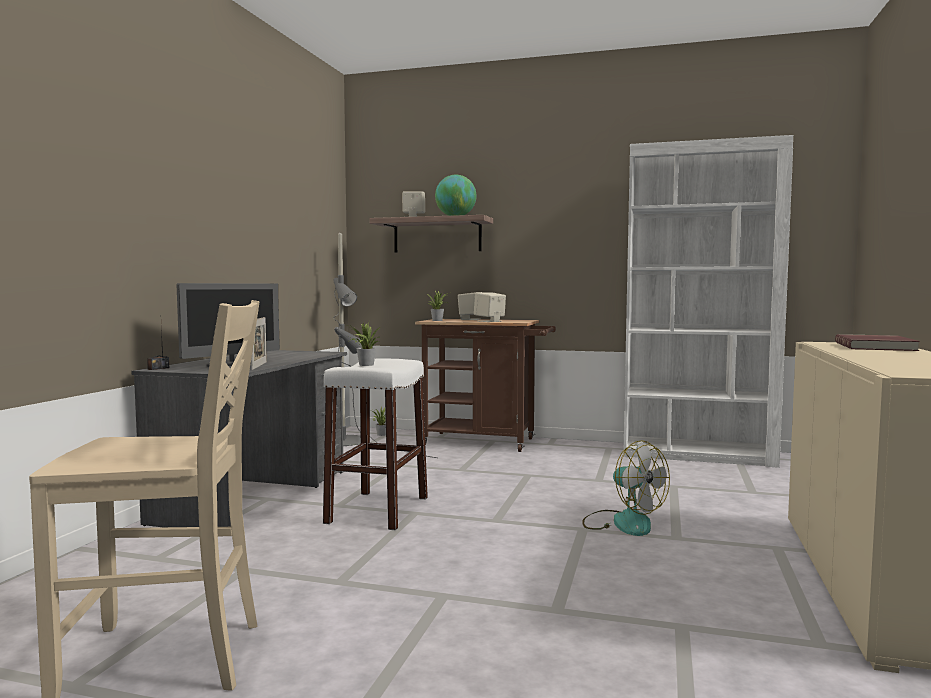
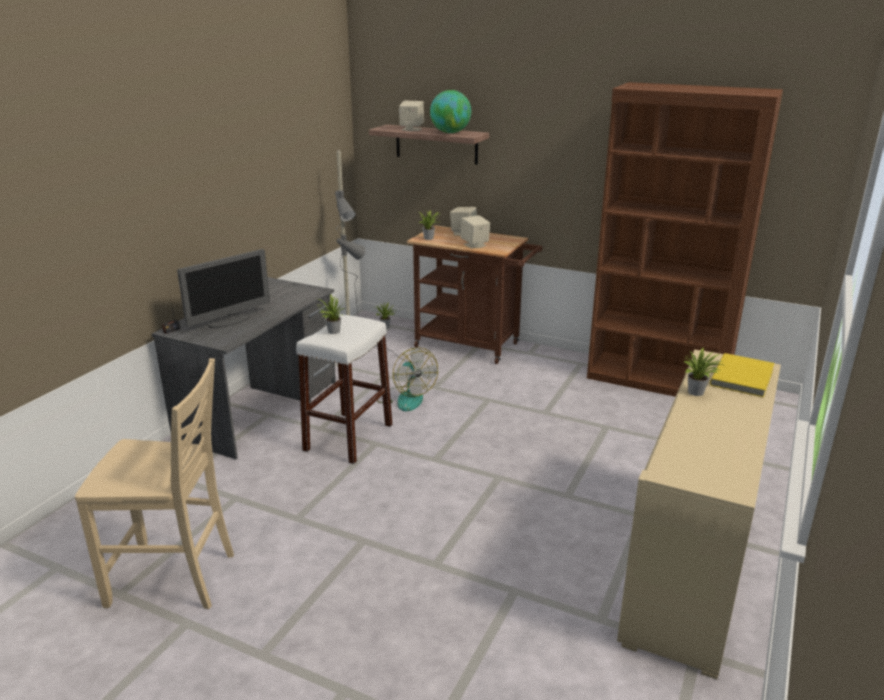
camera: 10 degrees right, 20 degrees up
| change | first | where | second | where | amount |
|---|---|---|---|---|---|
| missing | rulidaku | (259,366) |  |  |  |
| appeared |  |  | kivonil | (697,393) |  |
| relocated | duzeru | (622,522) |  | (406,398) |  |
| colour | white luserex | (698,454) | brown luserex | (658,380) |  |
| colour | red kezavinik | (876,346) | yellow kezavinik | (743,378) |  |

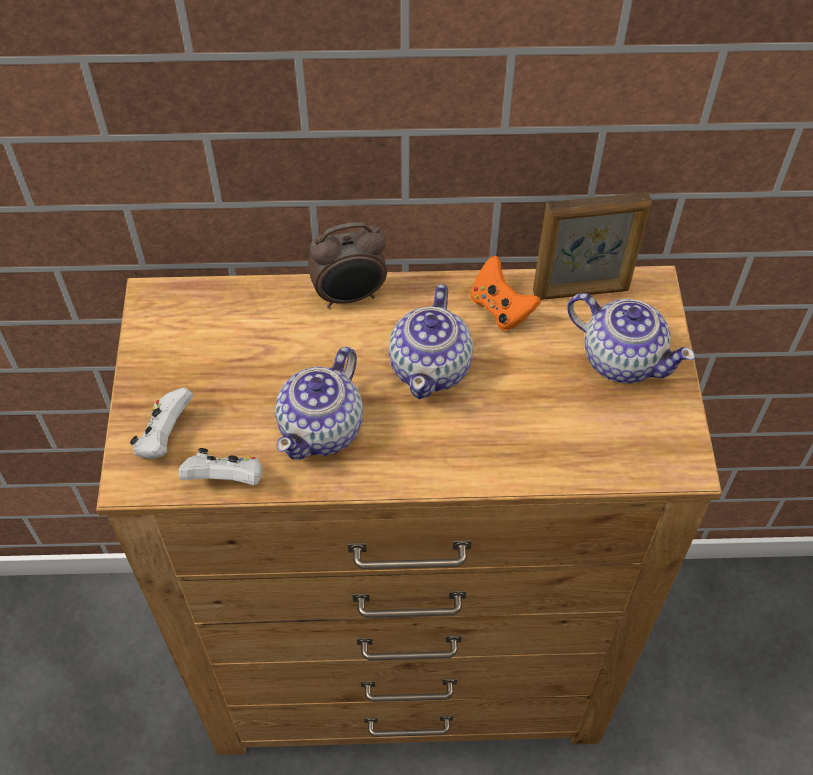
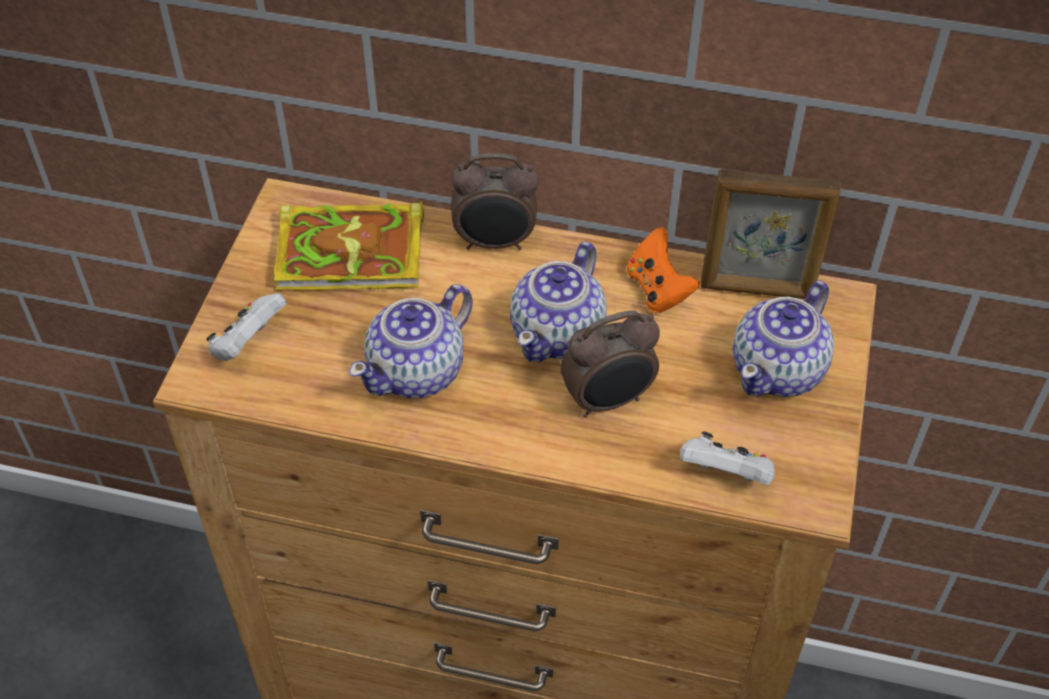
camera: 15 degrees right, 5 degrees down
| change | first | where | second | where | amount |
|---|---|---|---|---|---|
| appeared |  |  | kezavinik | (354,251) |  |
| appeared |  |  | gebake | (608,401) |  |
| relocated | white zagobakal | (226,480) |  | (725,475) |  |
| spun | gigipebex | (621,358) |  | (779,370) | 75 degrees clockwise |

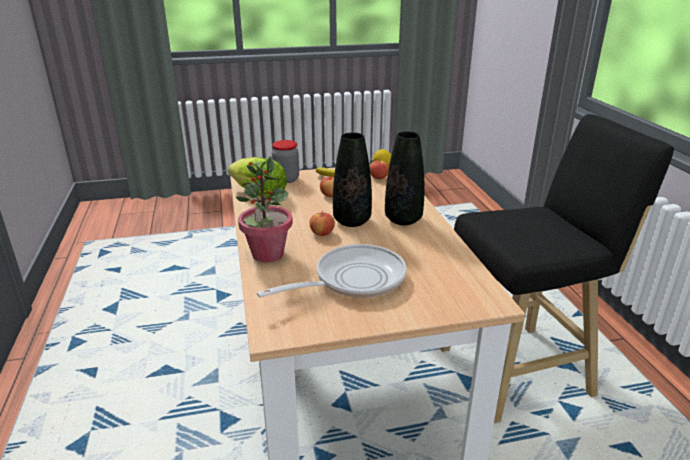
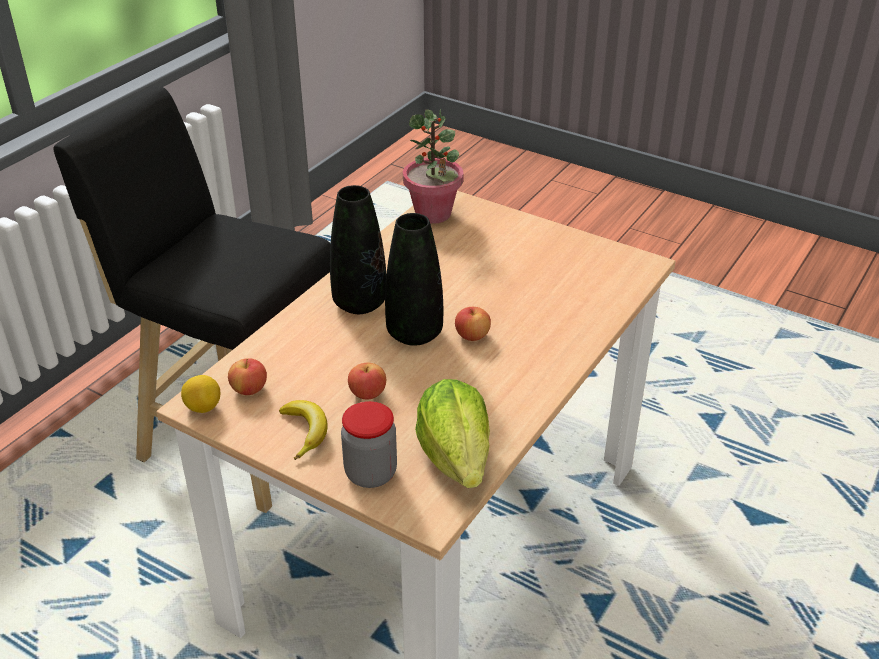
camera: 135 degrees left, 10 degrees up
| change | first | where | second | where | amount |
|---|---|---|---|---|---|
| missing | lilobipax | (352,280) |  |  |  |
| relocated | kivonil | (267,254) |  | (433,214) |  |

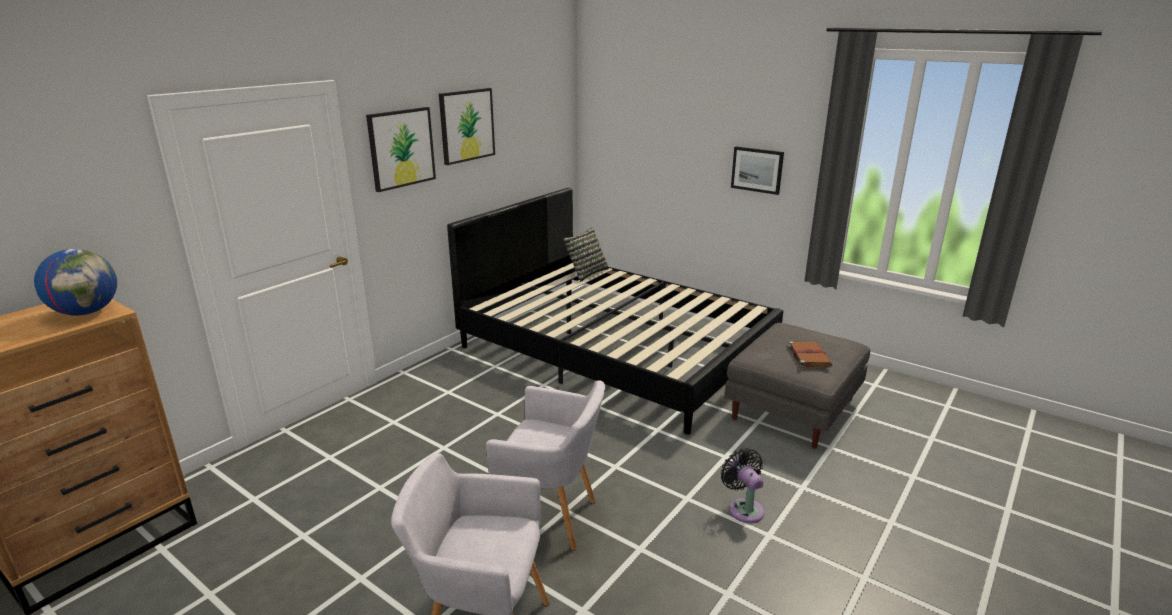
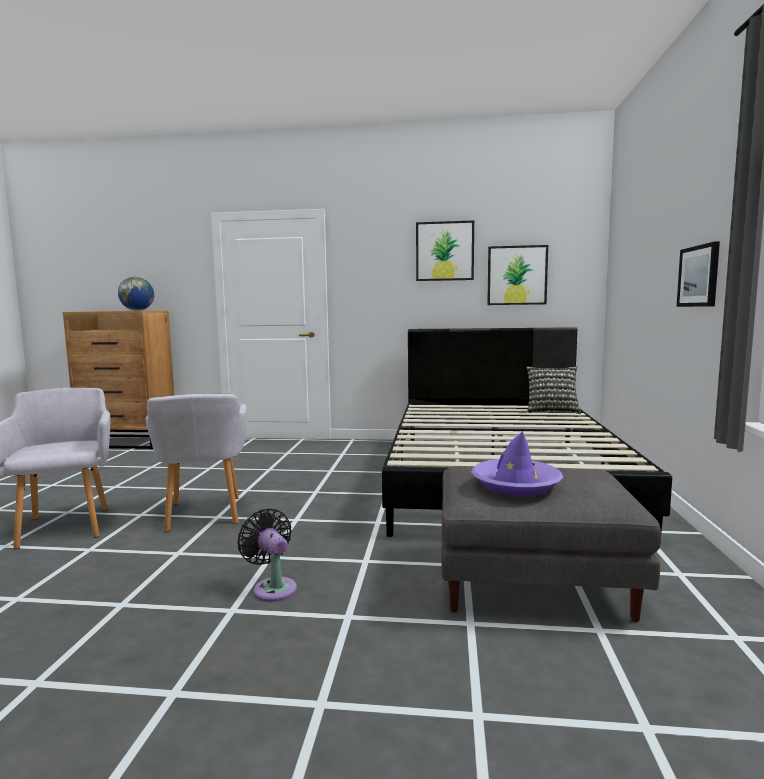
camera: 60 degrees right, 15 degrees down
| change | first | where | second | where | amount |
|---|---|---|---|---|---|
| relocated | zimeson | (401,148) |  | (517,275) |  |
| exchanged | brown kezavinik | (808,356) | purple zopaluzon | (515,485) |  |
| spun | black duzeru | (744,508) |  | (273,588) | 75 degrees counterclockwise |

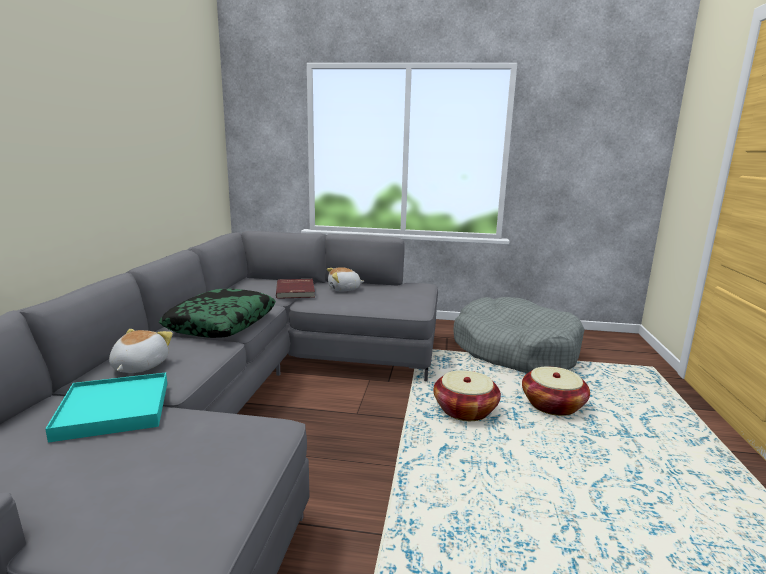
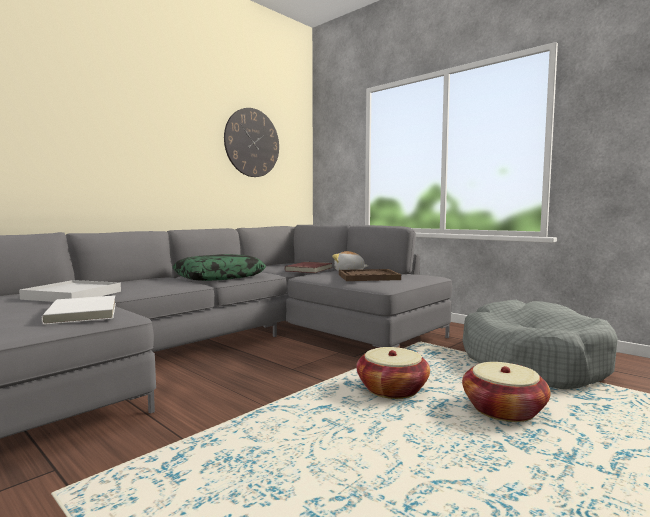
camera: 35 degrees right, 10 degrees down
| change | first | where | second | where | amount |
|---|---|---|---|---|---|
| missing | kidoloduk | (139,366) |  |  |  |
| appeared |  |  | white kezavinik | (84,313) |  |
| appeared |  |  | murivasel | (252,143) |  |
| appeared |  |  | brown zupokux | (368,277) |  |
| colour | turquoise zupokux | (114,409) | white zupokux | (72,295) |  |

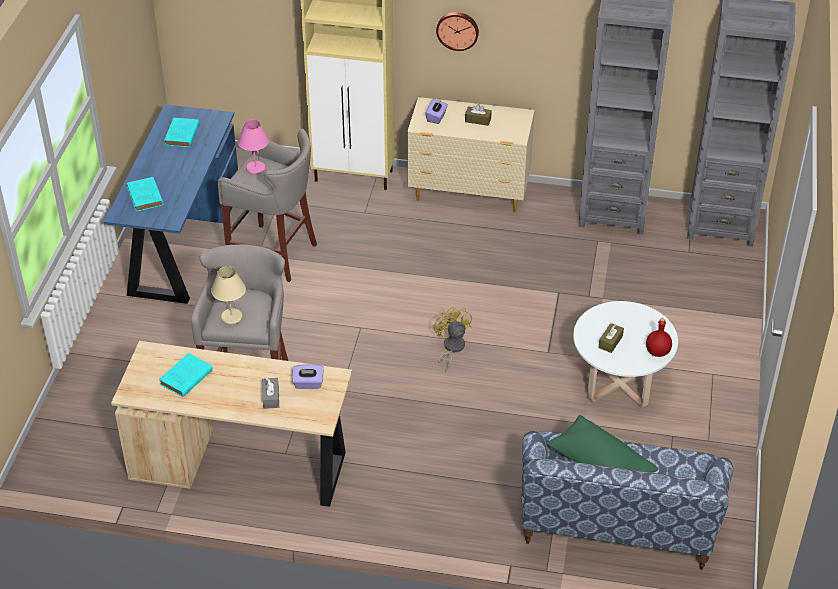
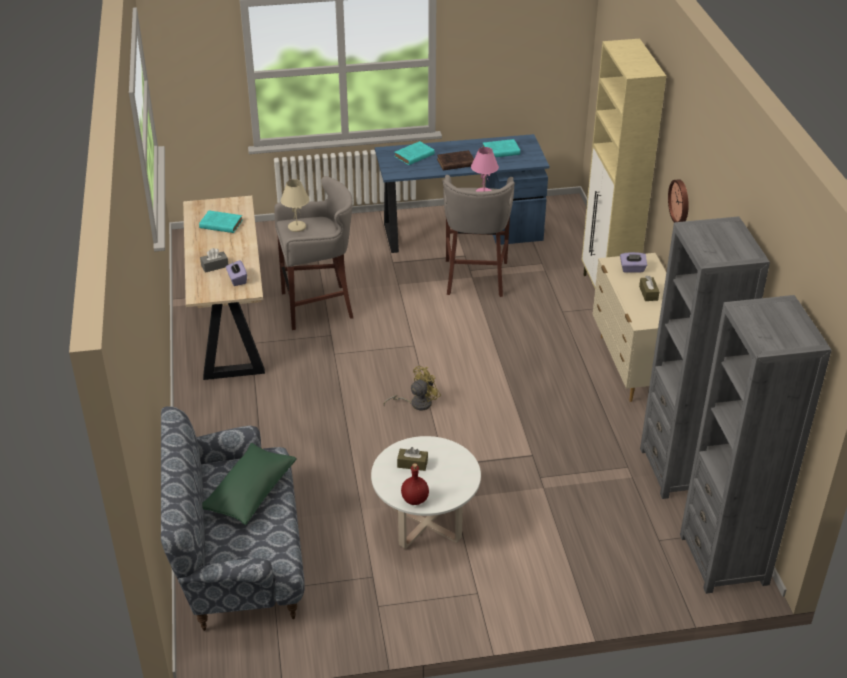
camera: 70 degrees right, 5 degrees down
| change | first | where | second | where | amount |
|---|---|---|---|---|---|
| appeared |  |  | brown kezavinik | (455,163) |  |

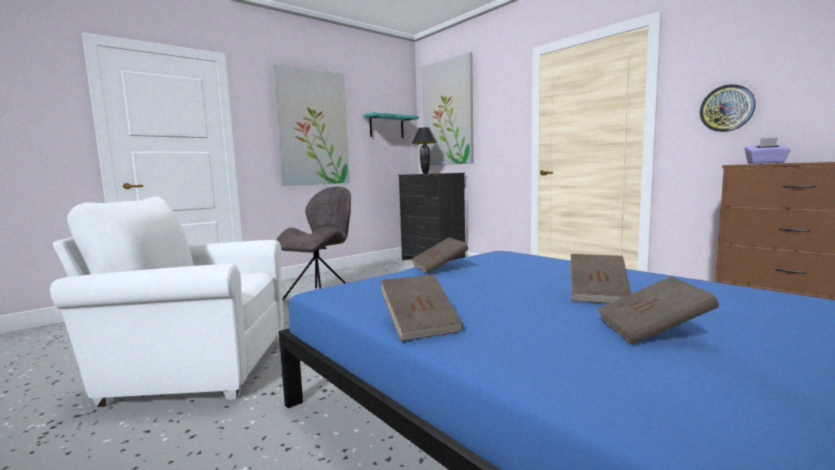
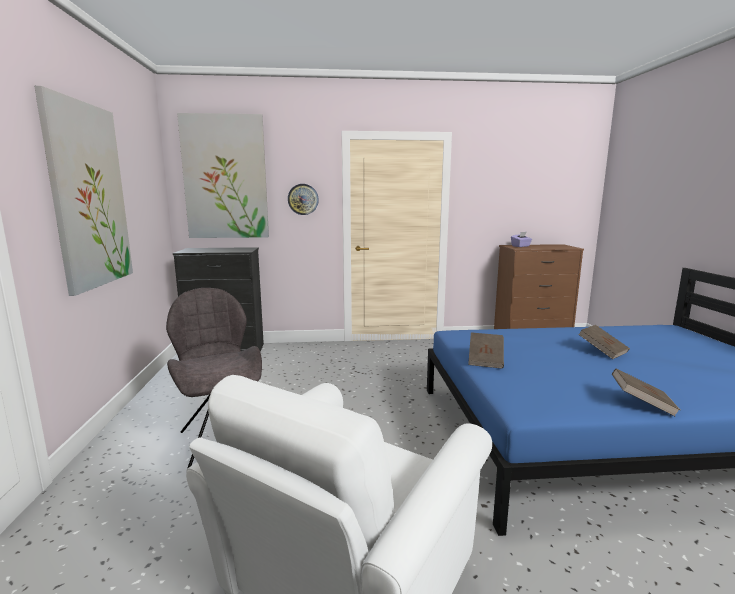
camera: 55 degrees left, 5 degrees up
| change | first | where | second | where | amount |
|---|---|---|---|---|---|
| missing | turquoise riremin | (386,126) |  |  |  |
| missing | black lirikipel | (425,173) |  |  |  |
| missing | brown kezavinik | (652,331) |  |  |  |
| relocated | murivasel | (727,108) |  | (303,199) |  |

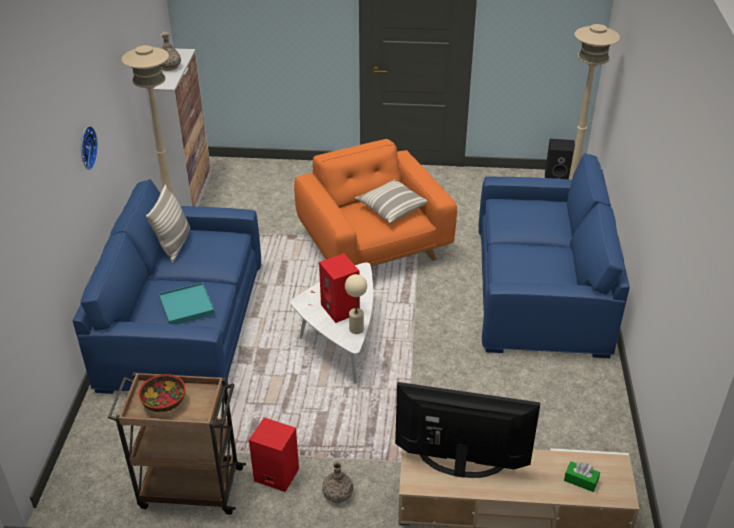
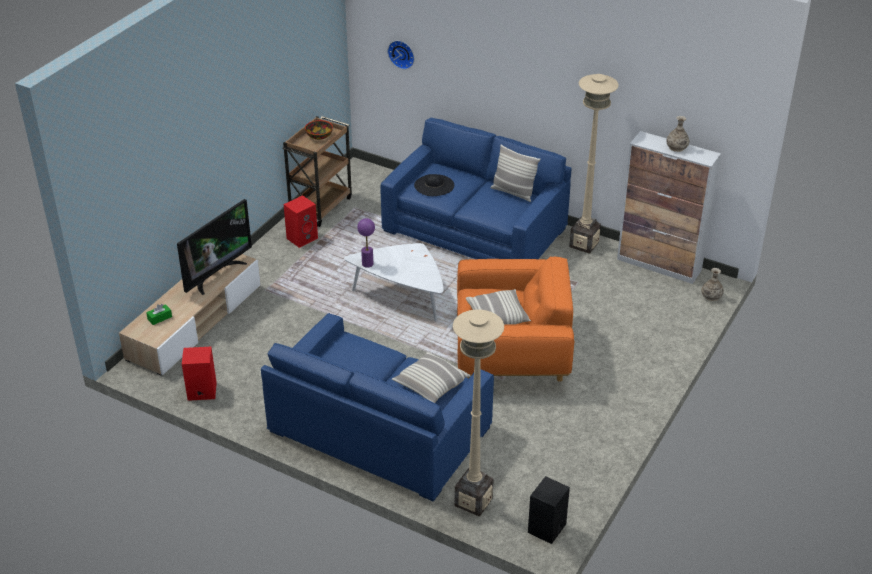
camera: 115 degrees right, 0 degrees up
| change | first | where | second | where | amount |
|---|---|---|---|---|---|
| appeared |  |  | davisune | (430,385) |  |
| relocated | murivasel | (86,147) |  | (402,53) |  |
| relocated | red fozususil | (341,309) |  | (201,392) |  |
| relocated | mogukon | (338,494) |  | (711,296) |  |
| exchanged | turquoise zupokux | (187,306) | black zopaluzon | (434,185) |  |
| colour | beige lirikipel | (356,329) | purple lirikipel | (367,264) |  |

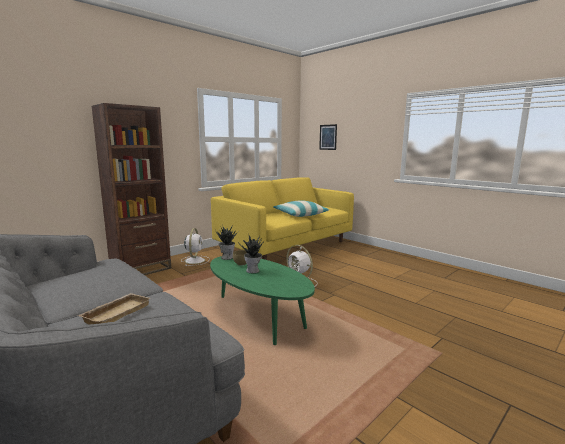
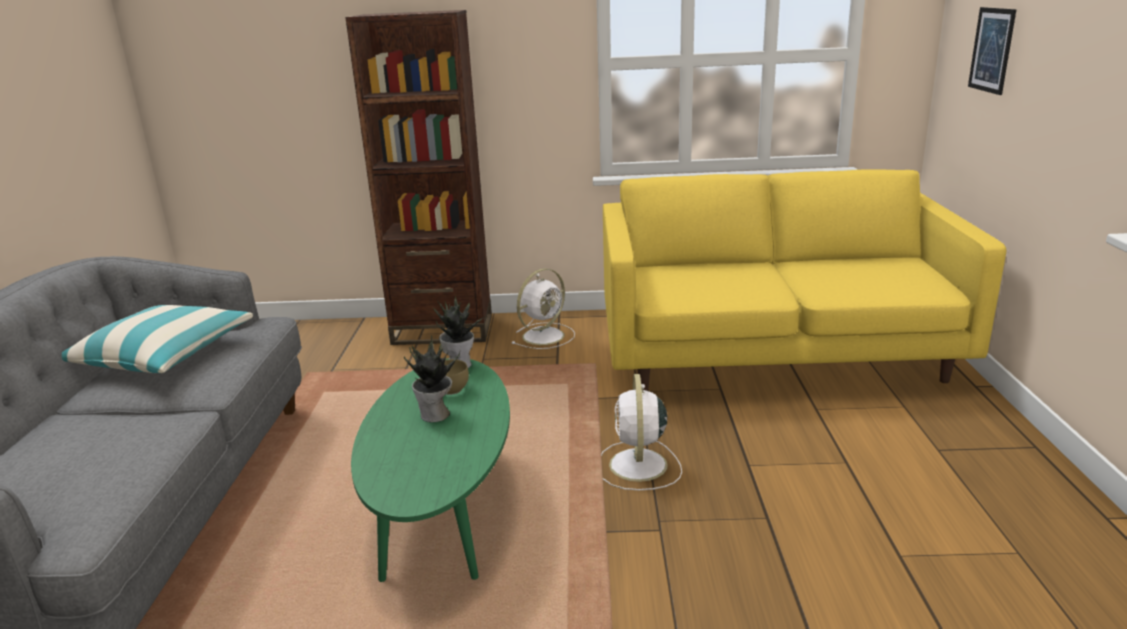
camera: 45 degrees right, 10 degrees up
| change | first | where | second | where | amount |
|---|---|---|---|---|---|
| missing | beige zupokux | (116,312) |  |  |  |
| relocated | davisune | (300,215) |  | (163,355) |  |

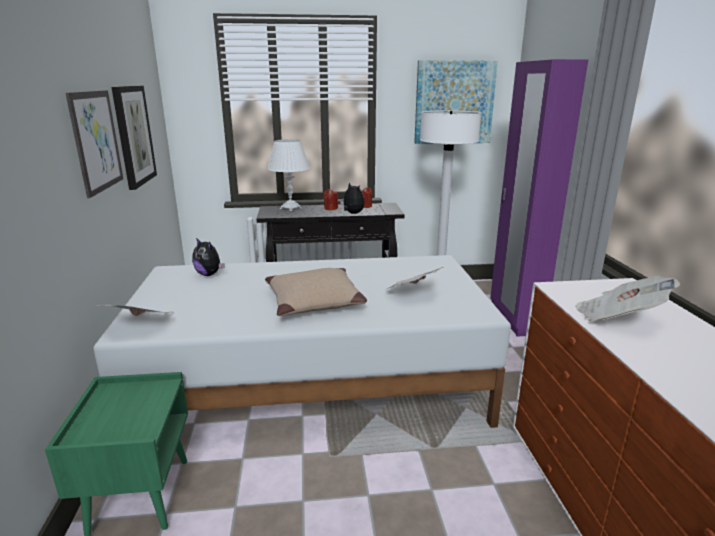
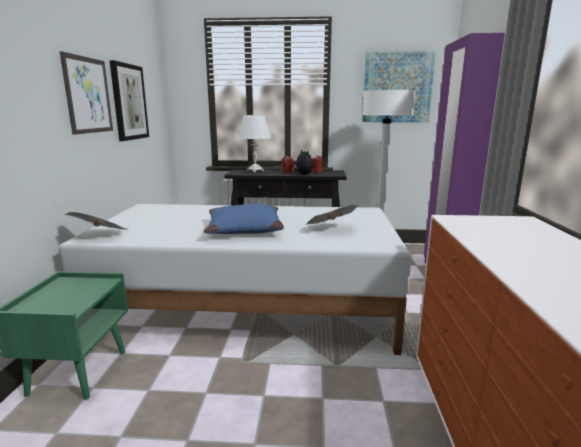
camera: 10 degrees right, 5 degrees down
| change | first | where | second | where | amount |
|---|---|---|---|---|---|
| missing | kidoloduk | (209,274) |  |  |  |
| missing | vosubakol | (618,318) |  |  |  |
| colour | beige davisune | (314,302) | blue davisune | (244,229) |  |

